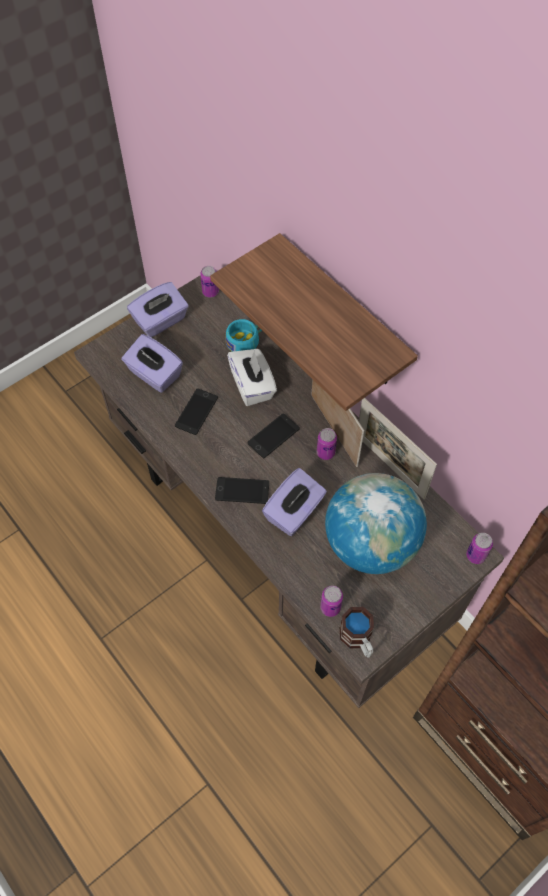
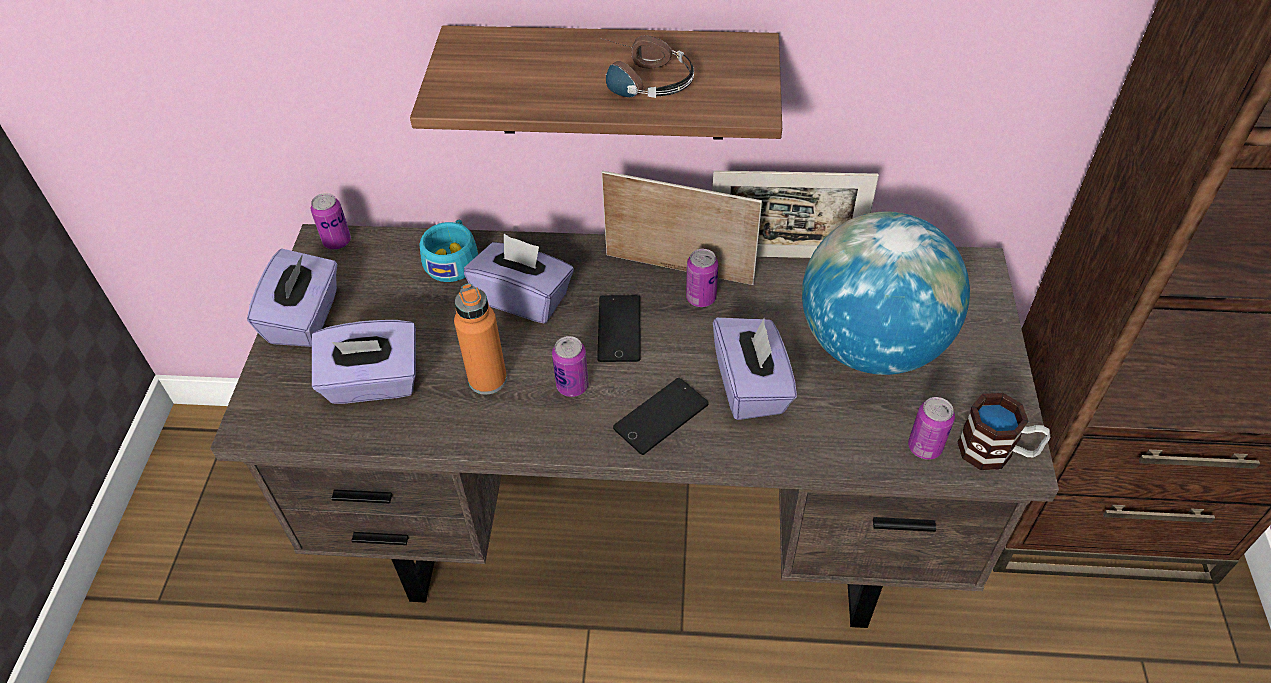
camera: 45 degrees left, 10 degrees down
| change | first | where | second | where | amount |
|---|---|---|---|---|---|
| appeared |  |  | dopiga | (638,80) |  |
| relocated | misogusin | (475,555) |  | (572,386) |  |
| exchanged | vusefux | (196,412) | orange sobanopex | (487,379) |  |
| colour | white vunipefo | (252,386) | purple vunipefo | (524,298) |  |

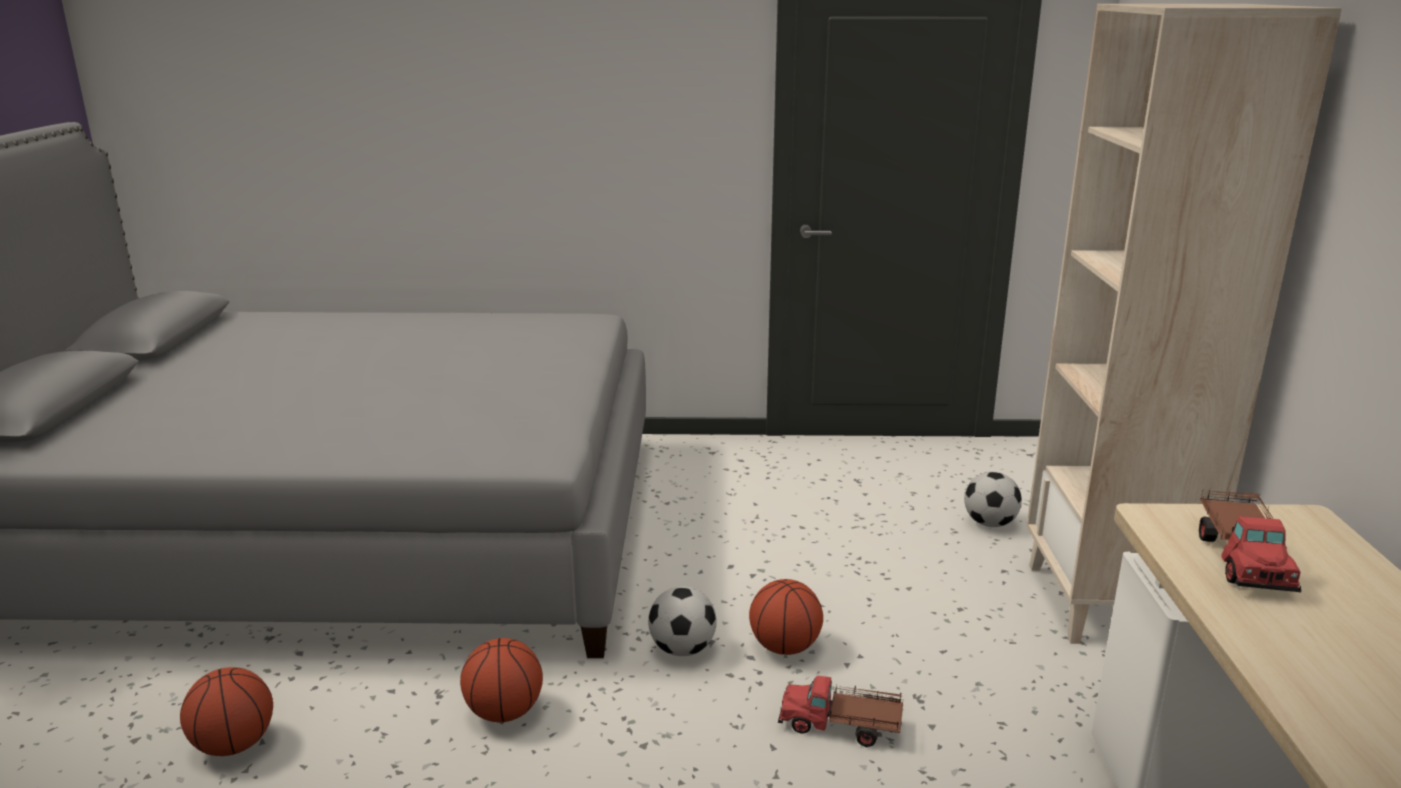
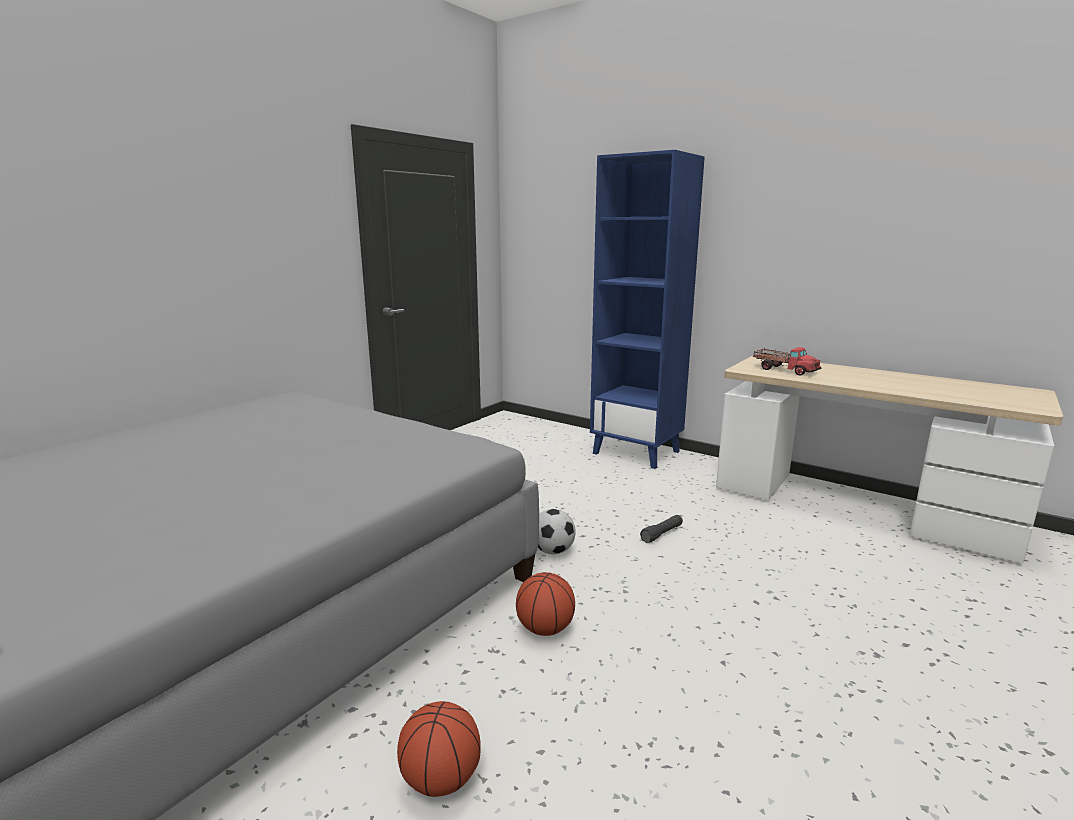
camera: 55 degrees left, 5 degrees down
| change | first | where | second | where | amount |
|---|---|---|---|---|---|
| missing | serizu | (784,647) |  |  |  |
| missing | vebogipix | (989,523) |  |  |  |
| exchanged | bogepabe | (842,726) | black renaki | (662,534) |  |
| colour | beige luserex | (1107,603) | blue luserex | (637,452) |  |

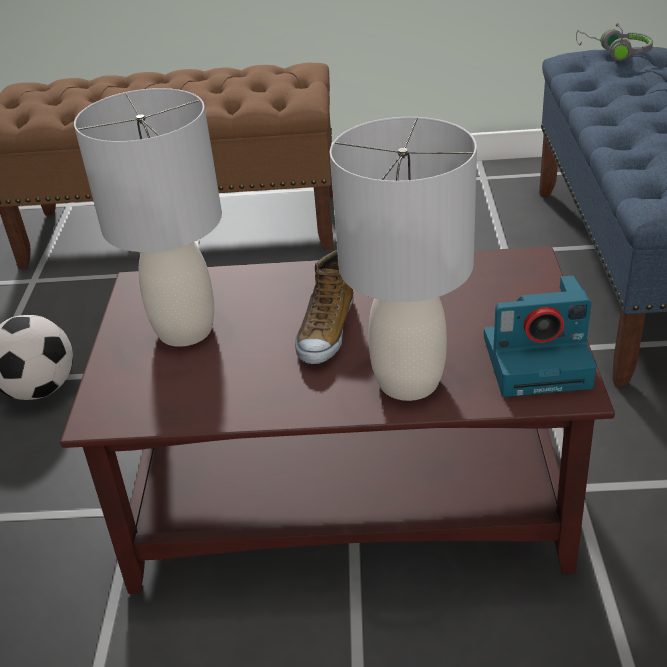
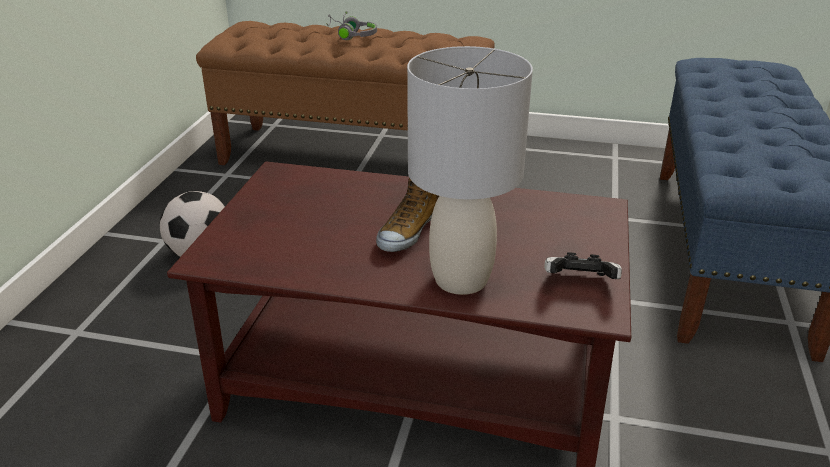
camera: 10 degrees right, 5 degrees down
| change | first | where | second | where | amount |
|---|---|---|---|---|---|
| missing | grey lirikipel | (186,330) |  |  |  |
| relocated | grey dopiga | (615,53) |  | (351,35) |  |
| exchanged | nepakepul | (538,360) | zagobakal | (579,283) |  |

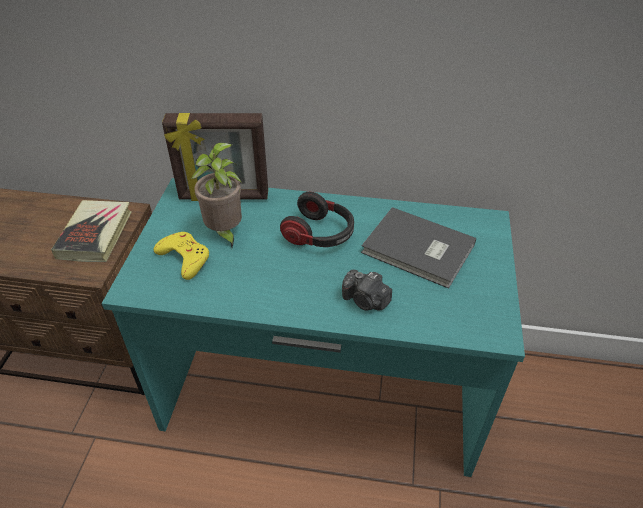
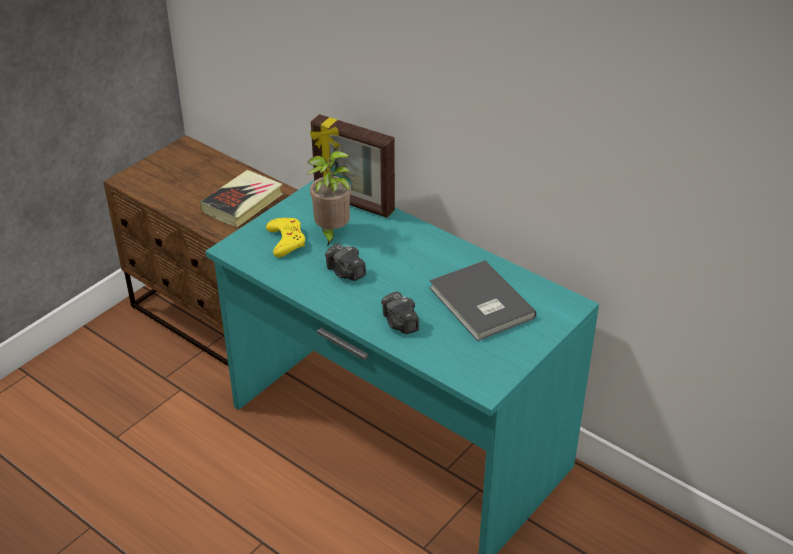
camera: 30 degrees right, 5 degrees down
| change | first | where | second | where | amount |
|---|---|---|---|---|---|
| missing | dopiga | (320,235) |  |  |  |
| appeared |  |  | nepakepul | (345,272) |  |

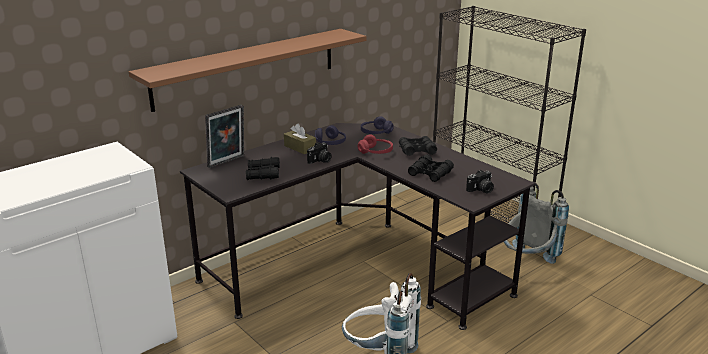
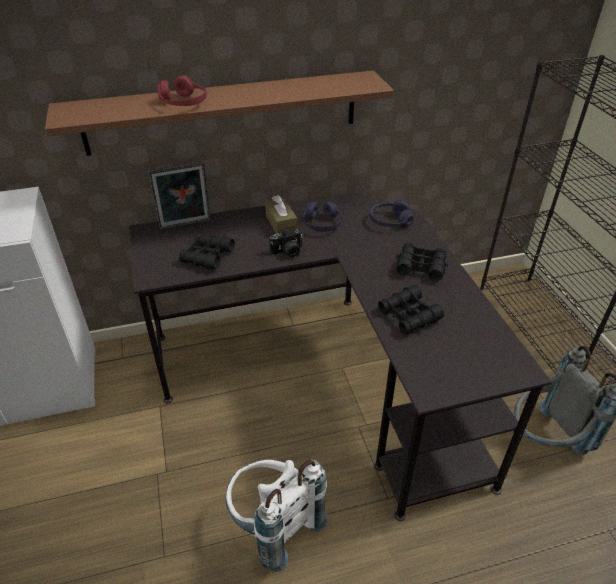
camera: 25 degrees right, 15 degrees up
| change | first | where | second | where | amount |
|---|---|---|---|---|---|
| missing | nepakepul | (481,190) |  |  |  |
| relocated | red dopiga | (376,152) |  | (183,103) |  |

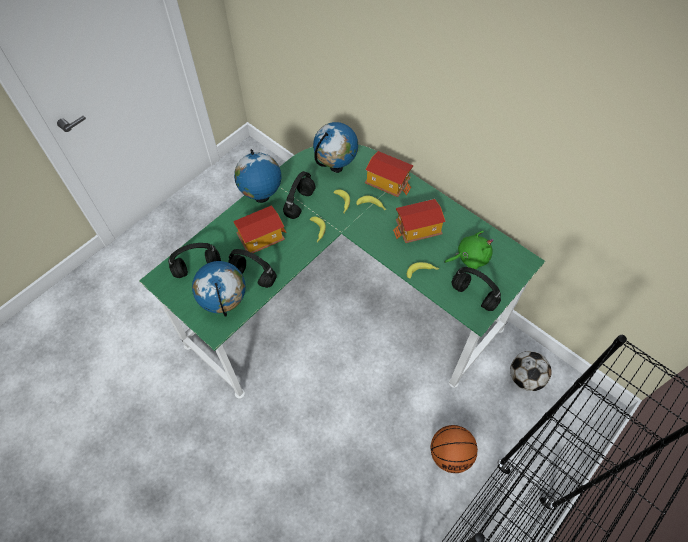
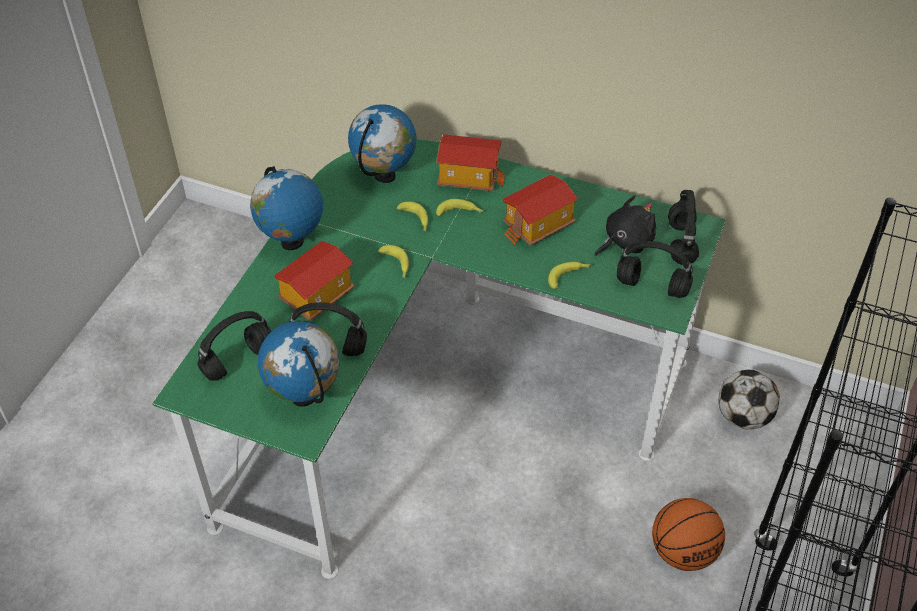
camera: 20 degrees left, 10 degrees down
| change | first | where | second | where | amount |
|---|---|---|---|---|---|
| relocated | black dopiga | (299,203) |  | (680,242) |  |
| colour | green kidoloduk | (470,258) | black kidoloduk | (625,242) |  |

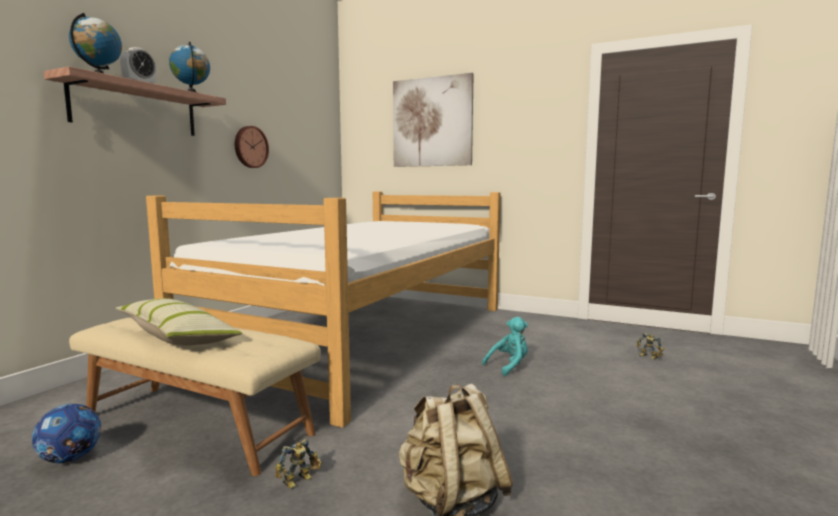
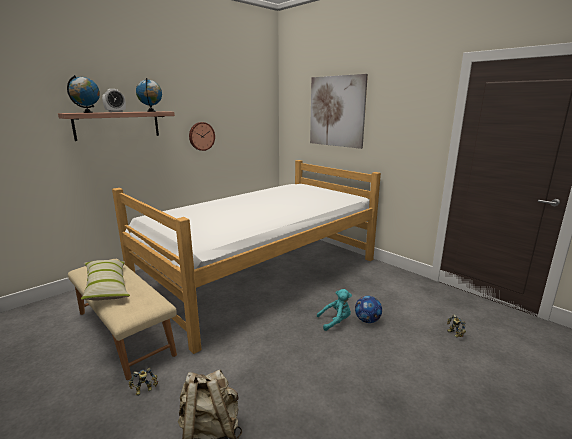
camera: 20 degrees right, 10 degrees up
| change | first | where | second | where | amount |
|---|---|---|---|---|---|
| relocated | vebogipix | (70,458) |  | (367,320) |  |

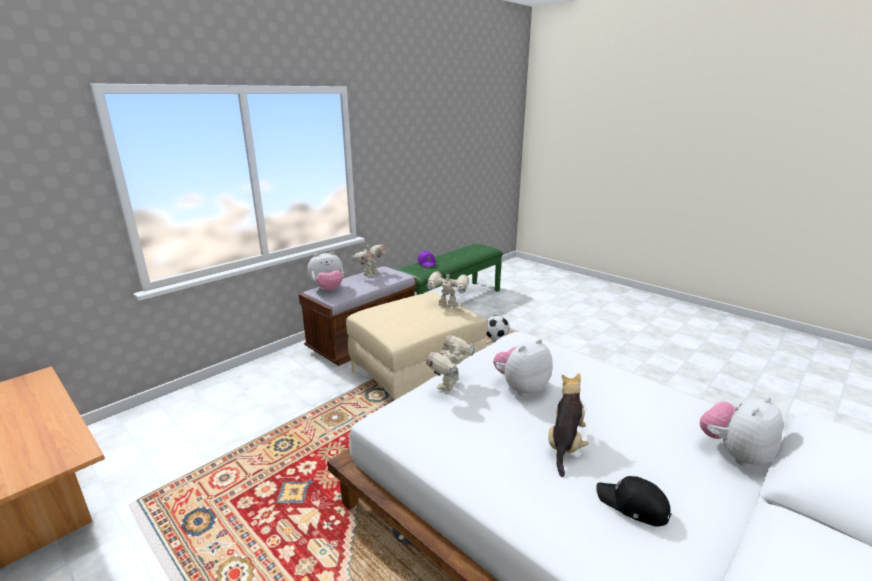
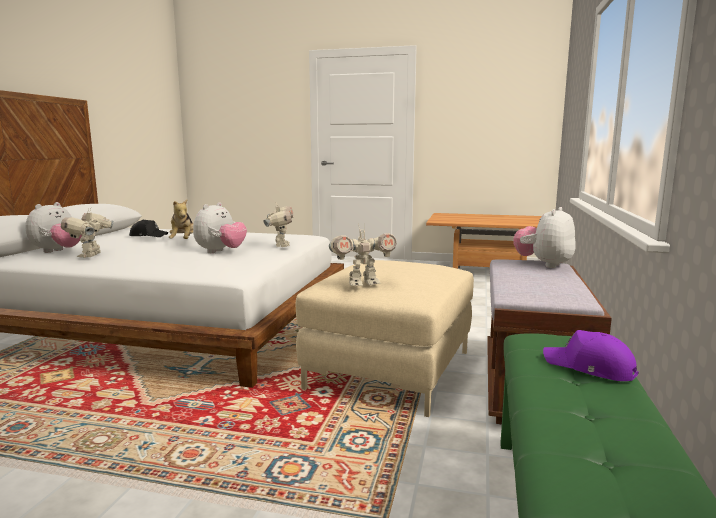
camera: 150 degrees right, 10 degrees down
| change | first | where | second | where | amount |
|---|---|---|---|---|---|
| missing | vebogipix | (496,338) |  |  |  |
| relocated | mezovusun | (370,274) |  | (91,256) |  |

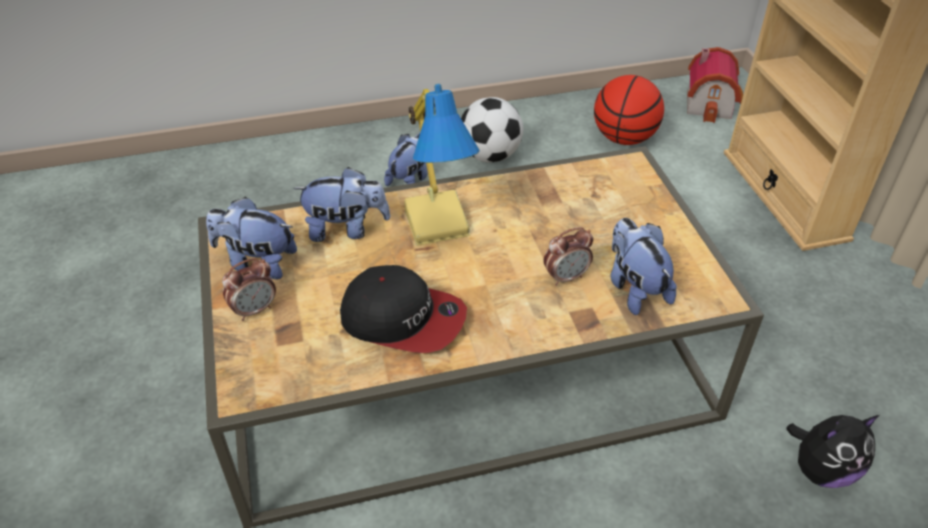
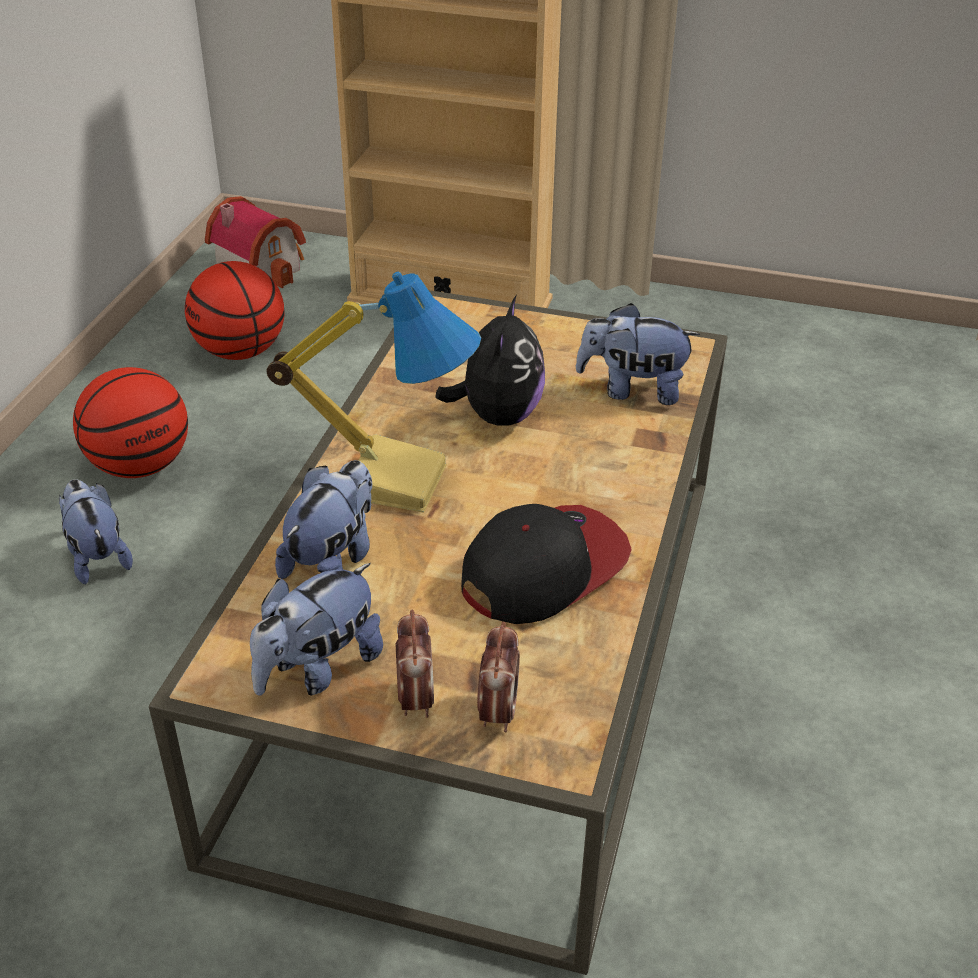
camera: 60 degrees left, 5 degrees down
| change | first | where | second | where | amount |
|---|---|---|---|---|---|
| relocated | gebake | (566,277) |  | (498,712) |  |
| relocated | kidoloduk | (821,470) |  | (497,416) |  |
| exchanged | vebogipix | (490,156) | serizu | (140,466) |  |

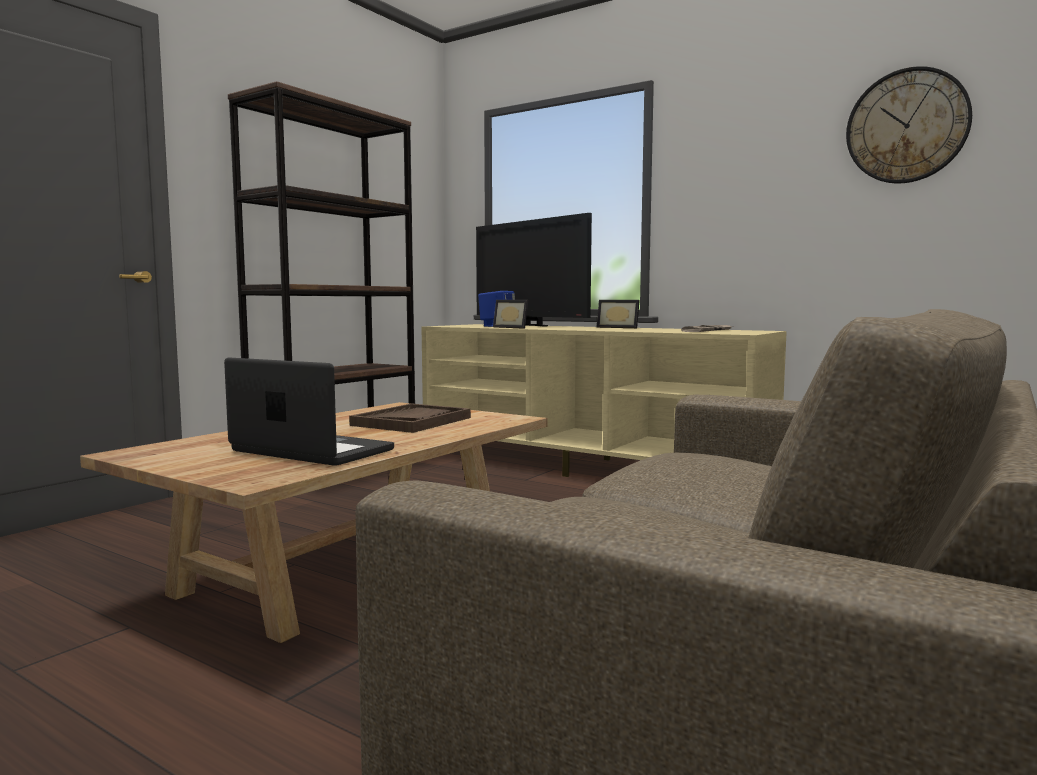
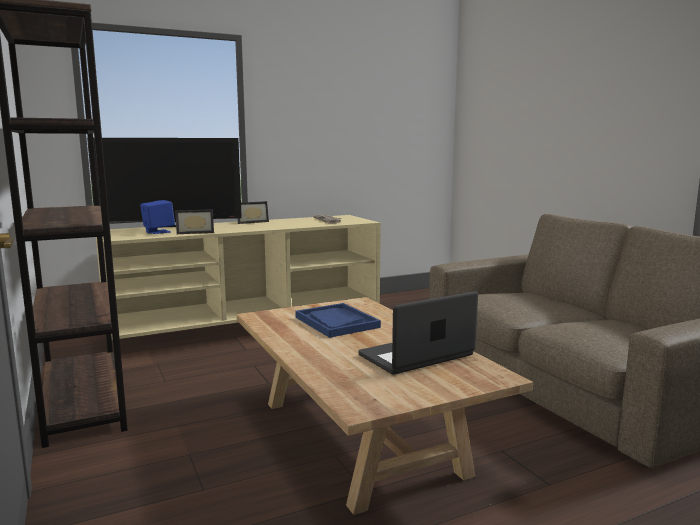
camera: 60 degrees left, 5 degrees up
| change | first | where | second | where | amount |
|---|---|---|---|---|---|
| missing | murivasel | (907,126) |  |  |  |
| colour | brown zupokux | (412,421) | blue zupokux | (336,322) |  |

